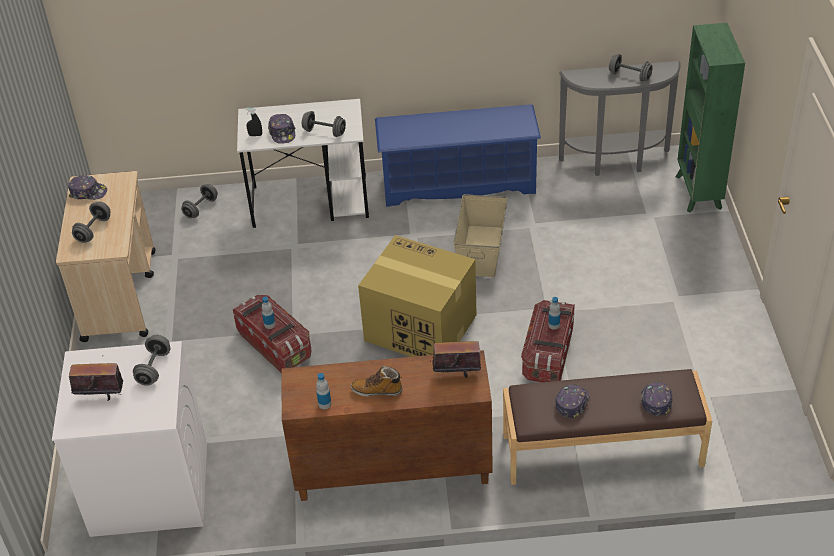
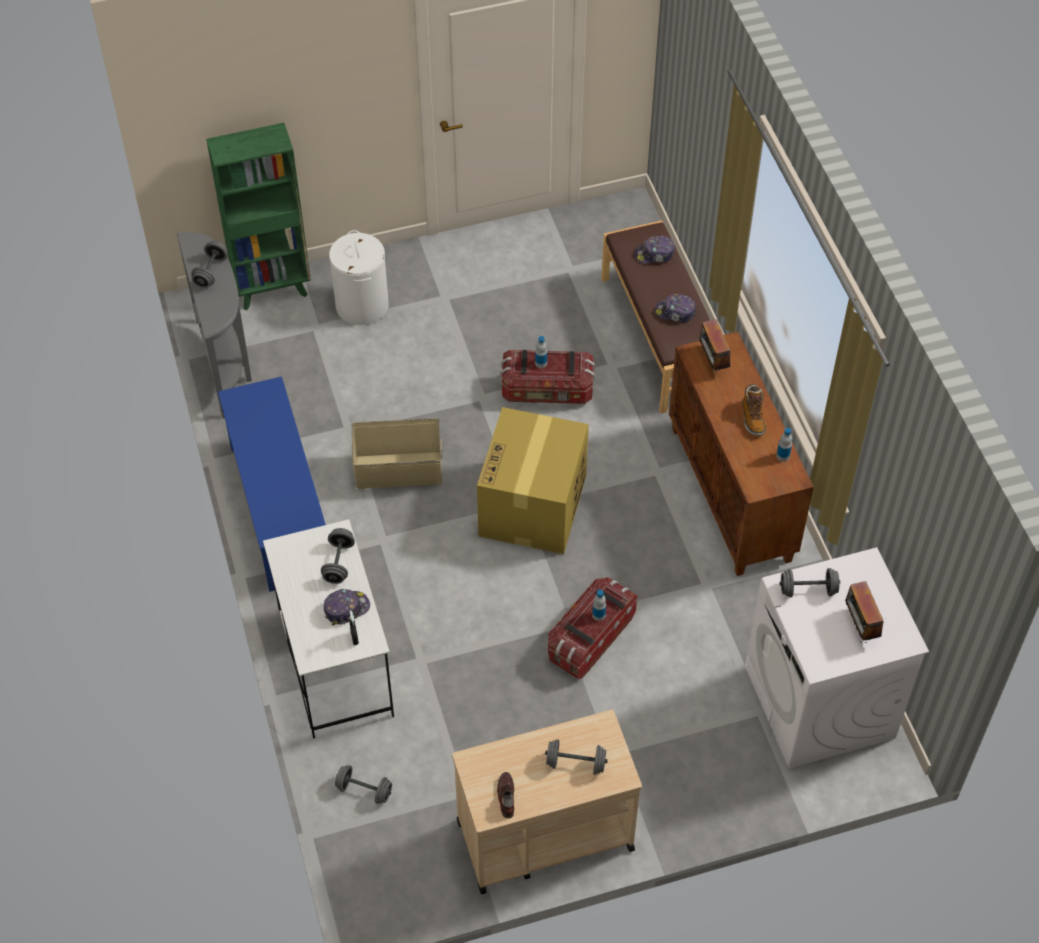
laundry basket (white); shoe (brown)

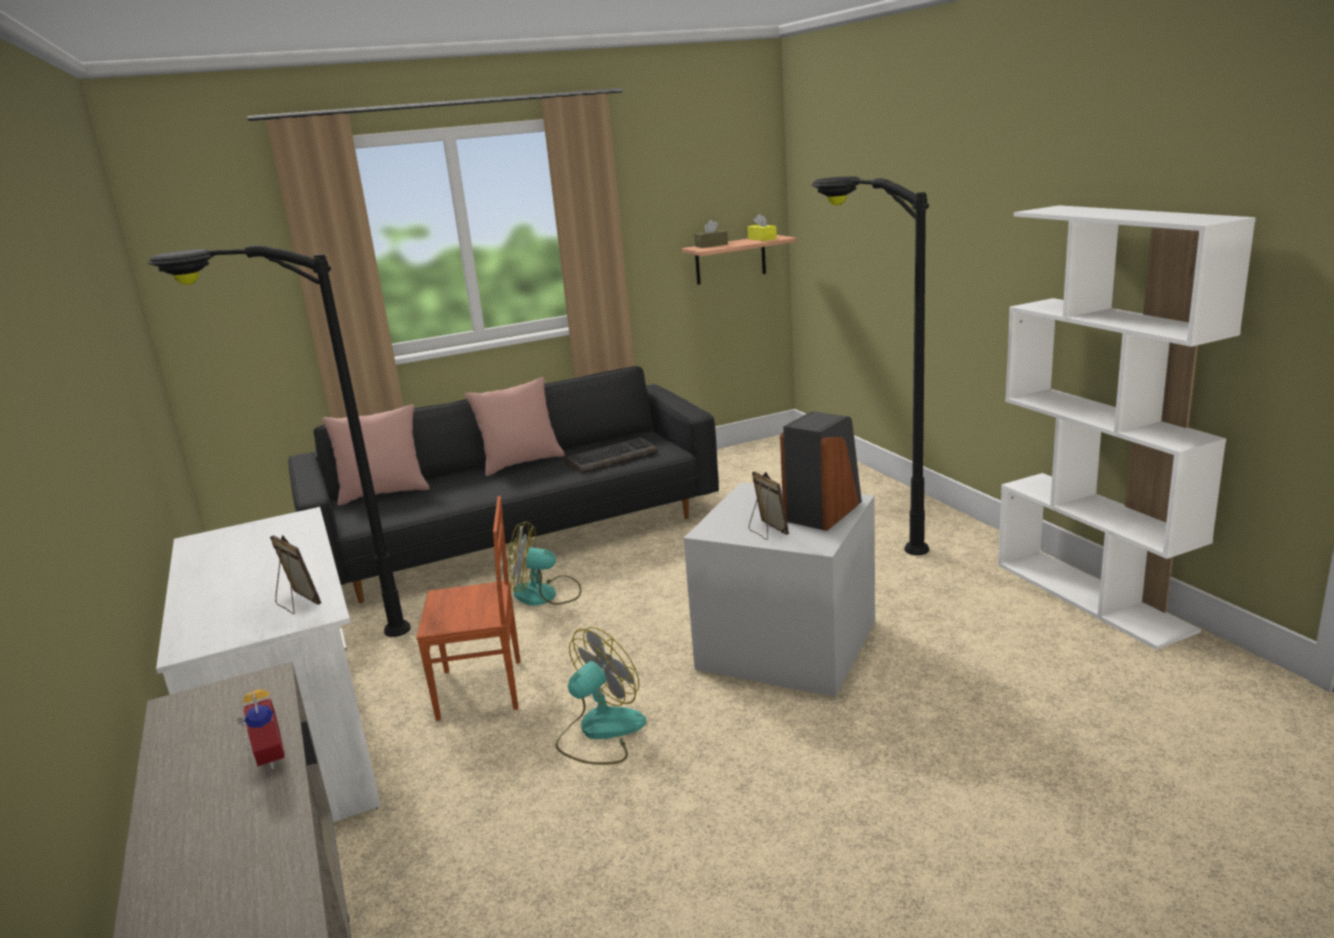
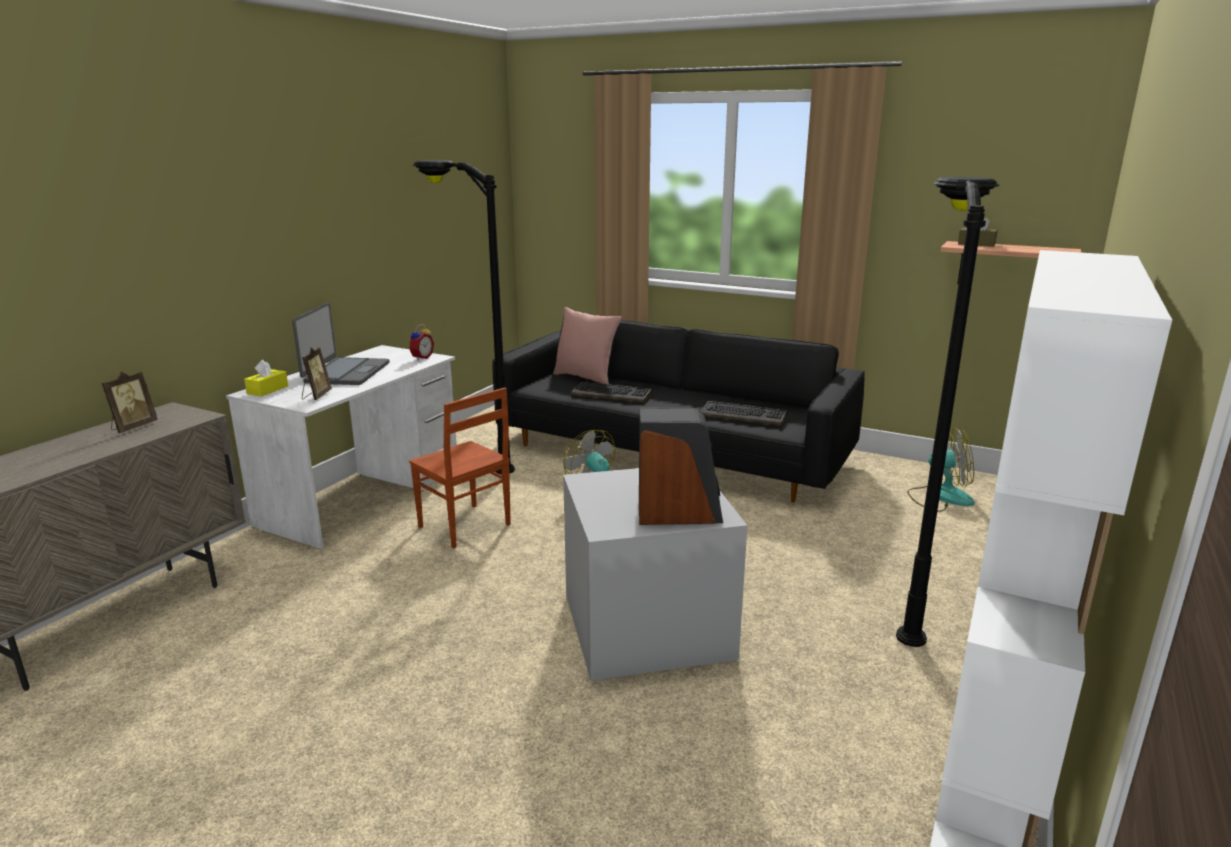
pillow (pink) (2nd from left in the first image); laptop; keyboard (1st from left); alarm clock; fan (2nd from left); tissue box (yellow); picture frame (1st from left)

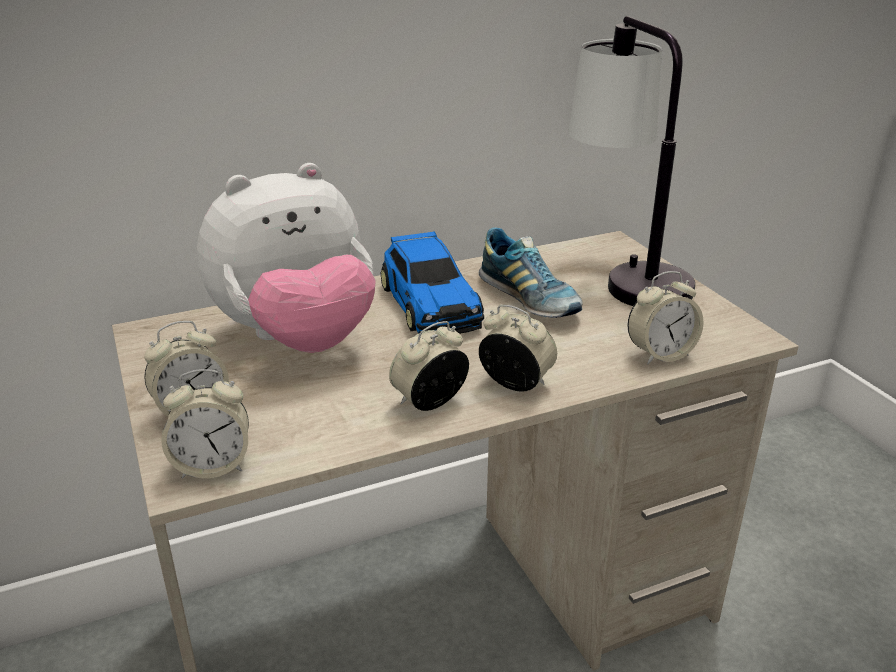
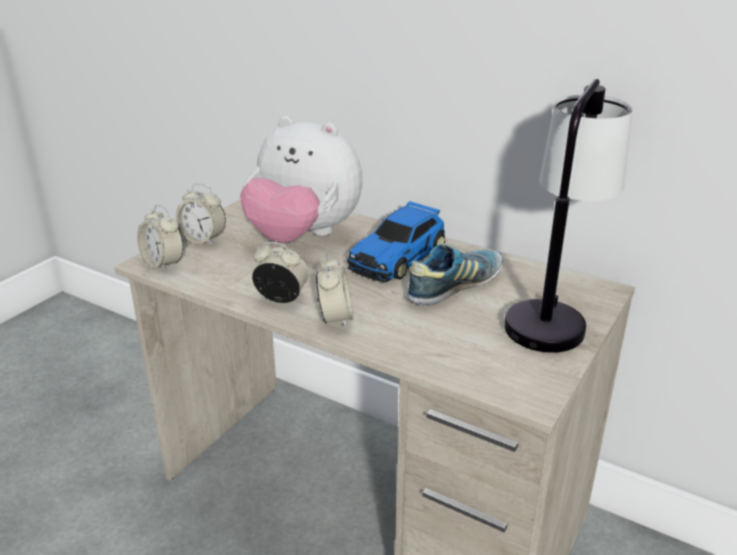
alarm clock (5th from left in the first image); shoe

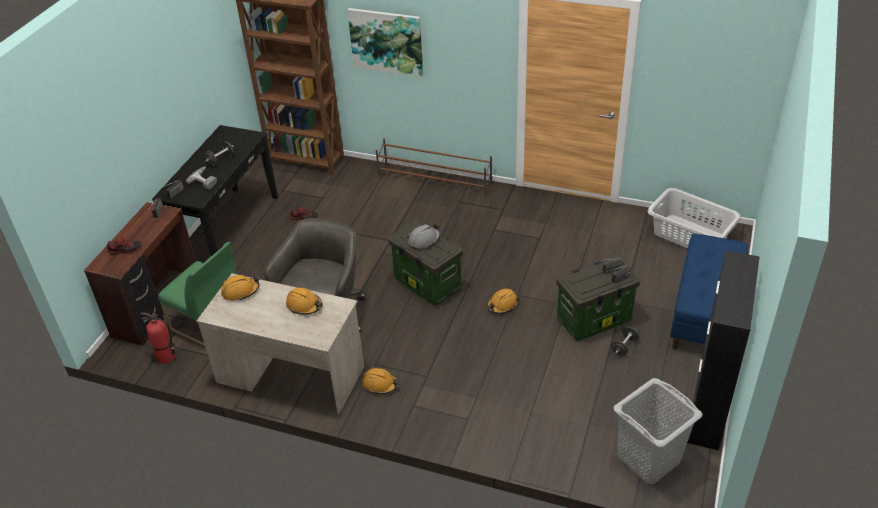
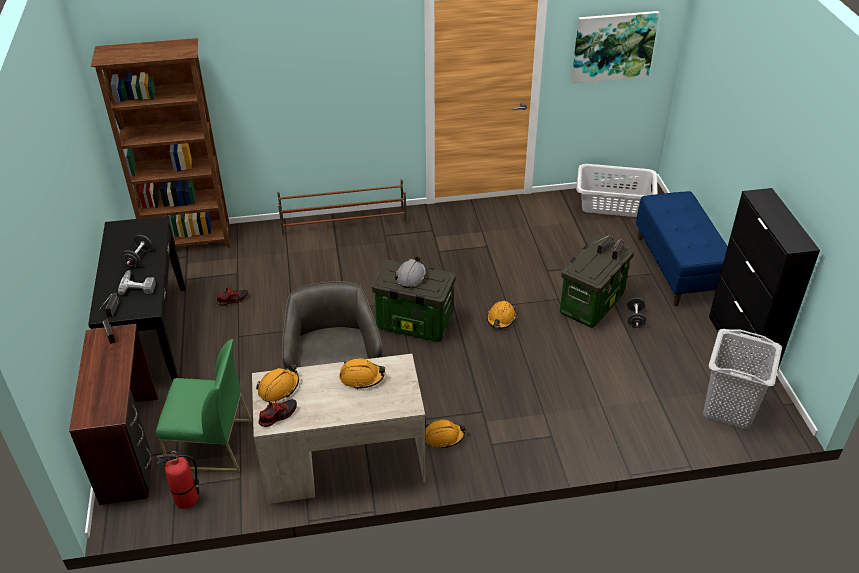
shoe (2nd from left); picture

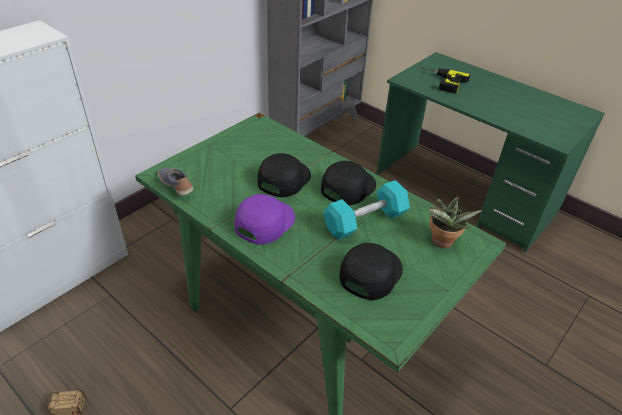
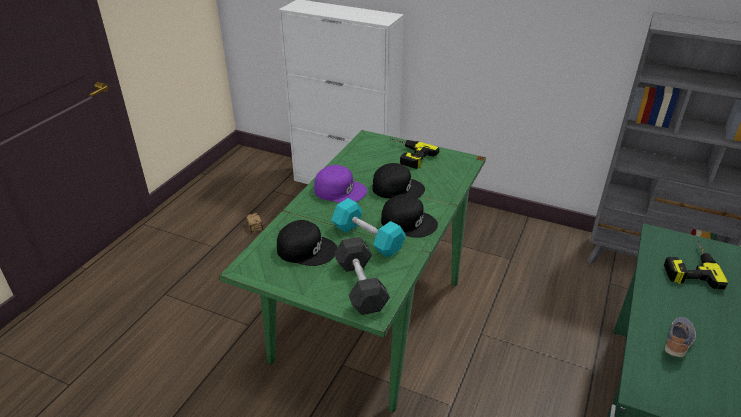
power drill (1st from left); shoe; dumbbell (grey)

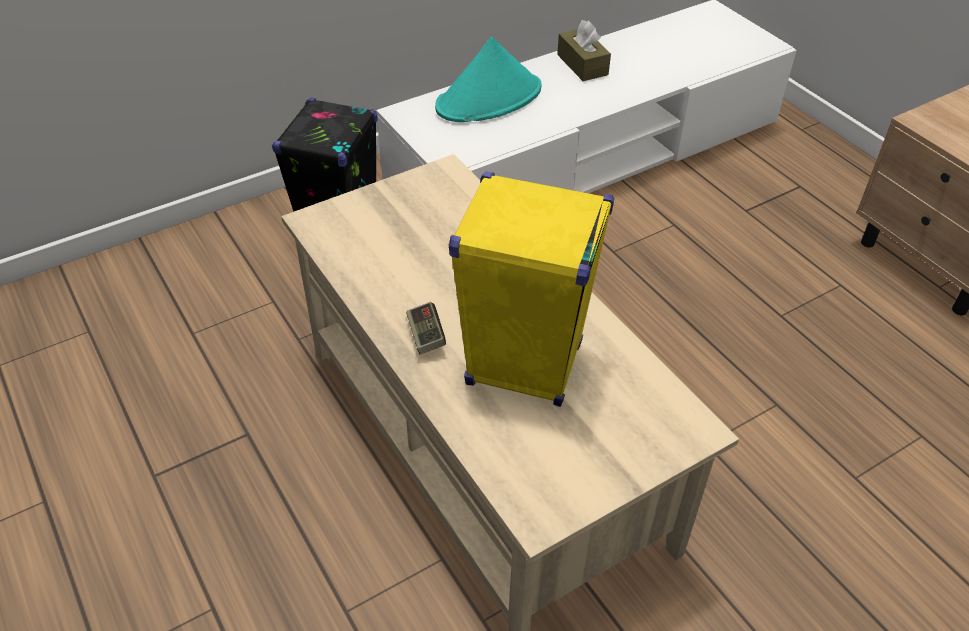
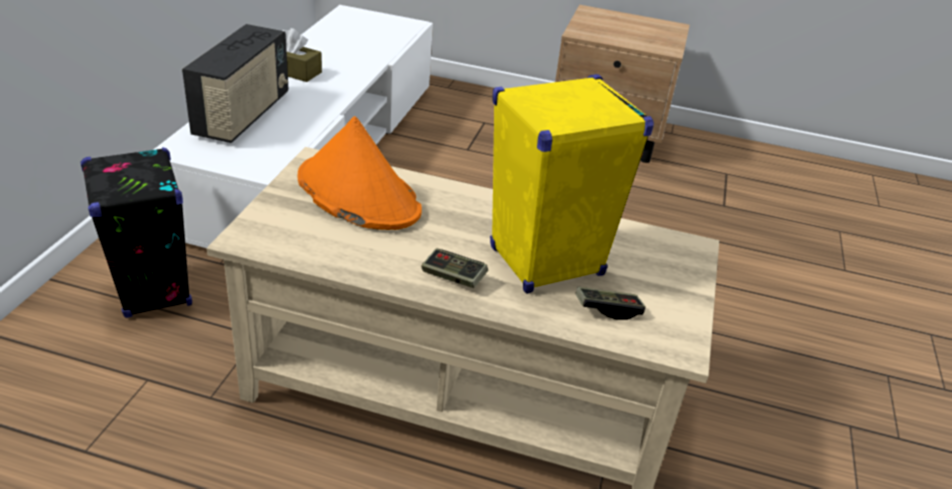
hat (orange); game controller (2nd from left); radio

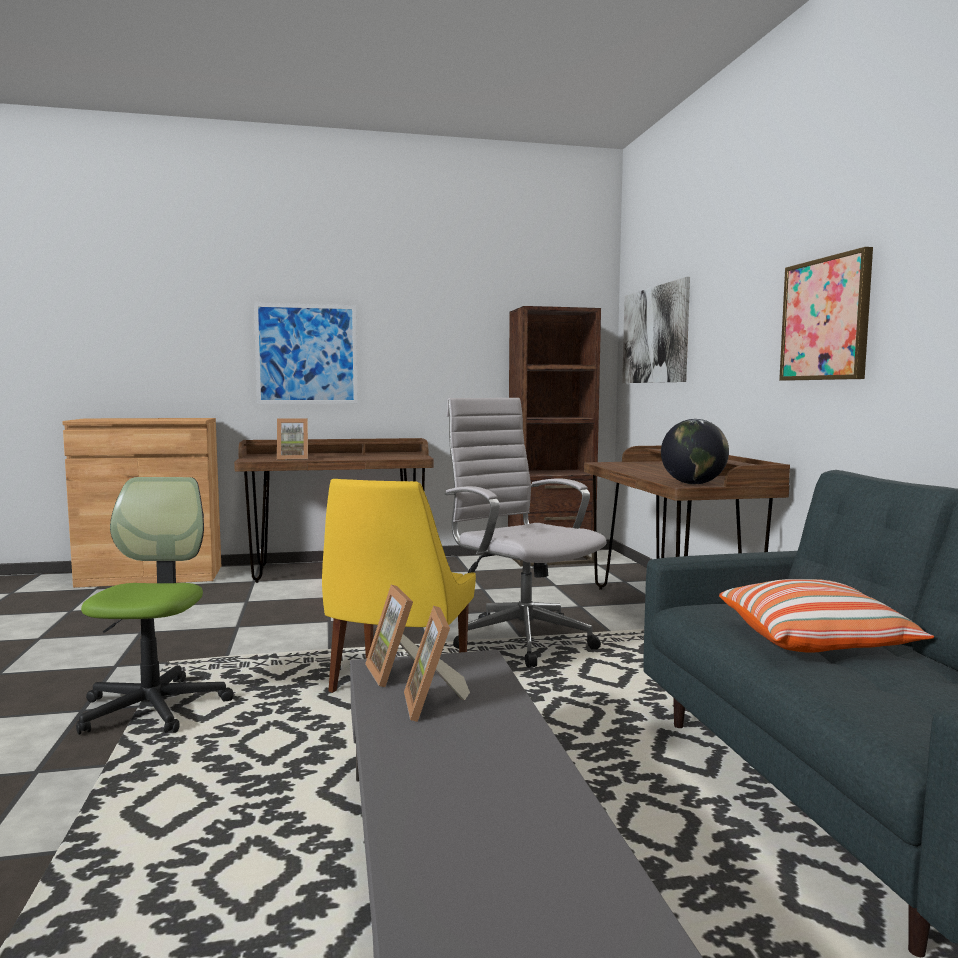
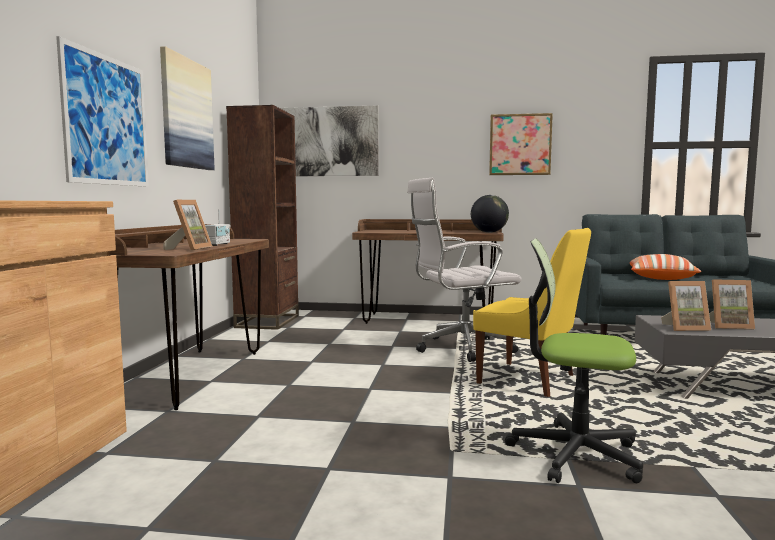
picture (2nd from left); radio

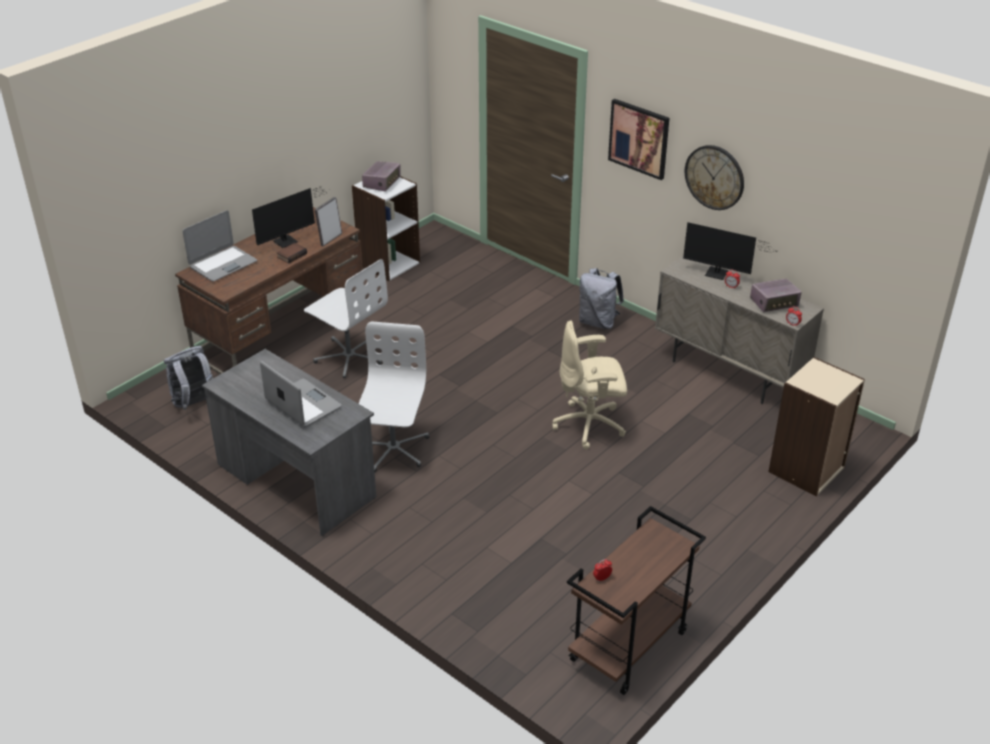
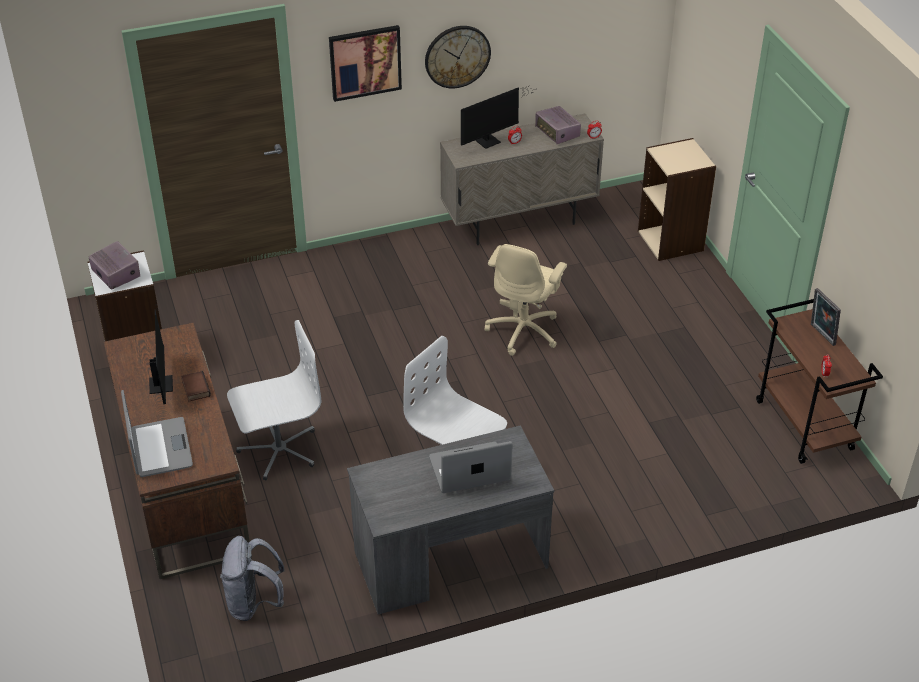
backpack (grey) (2nd from left in the first image); picture frame; radio (2nd from left)

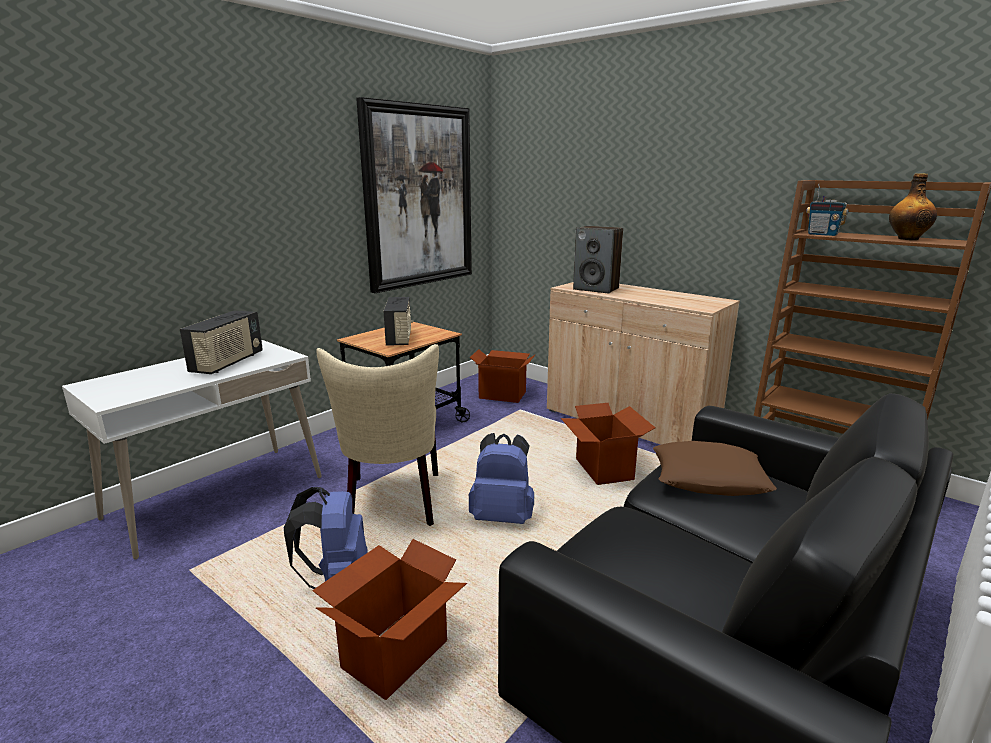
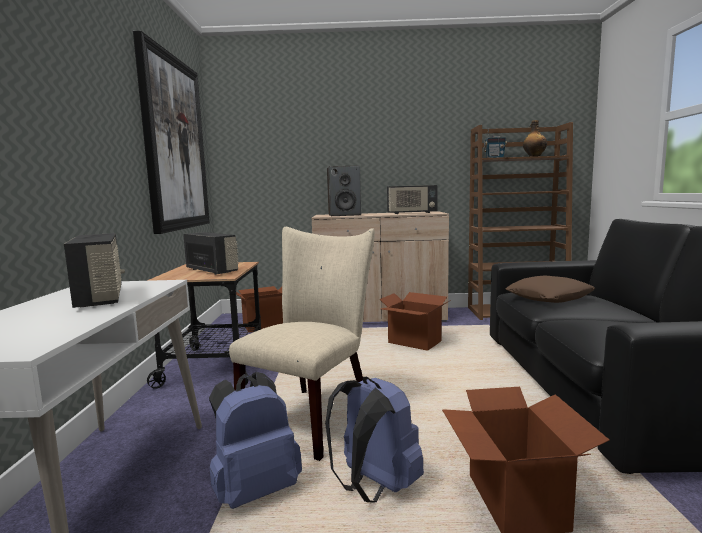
radio (3rd from left); backpack (blue) (1st from left); chair (beige)

